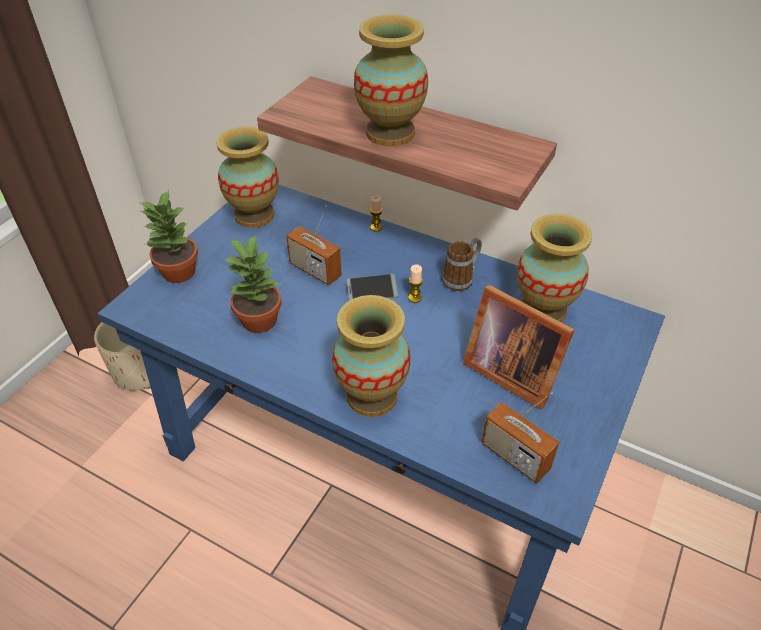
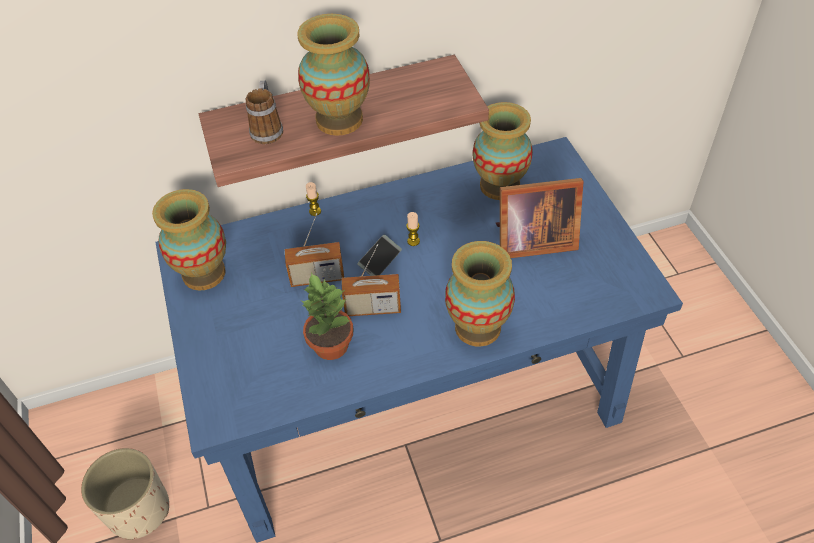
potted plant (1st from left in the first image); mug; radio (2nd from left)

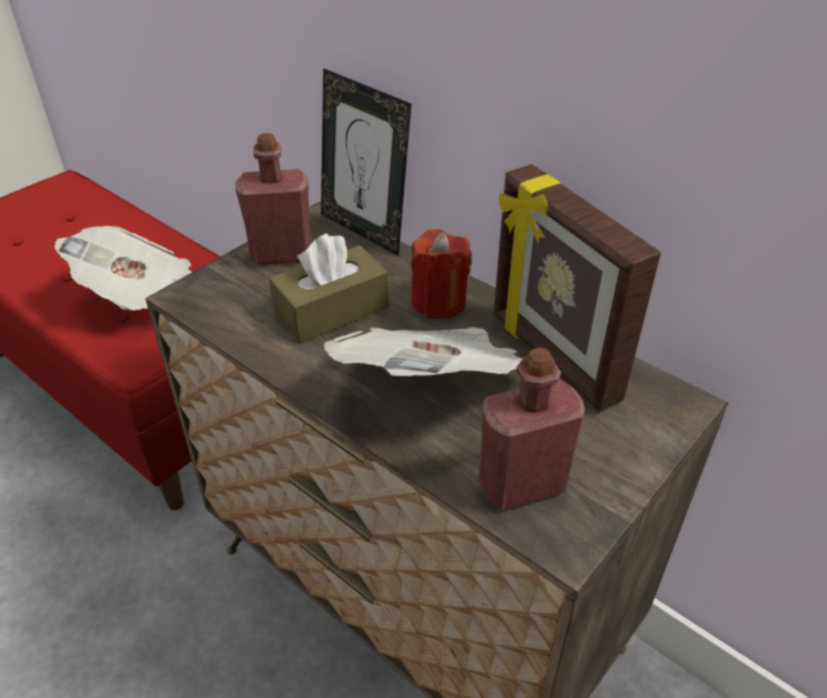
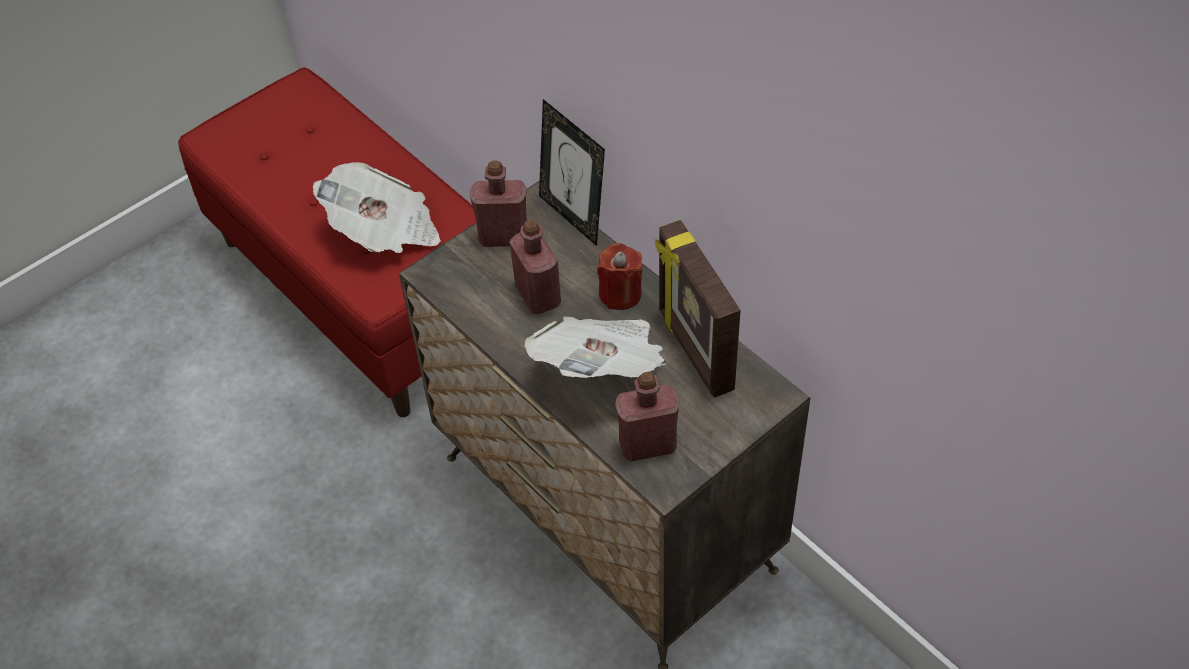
bottle (red) (2nd from left)

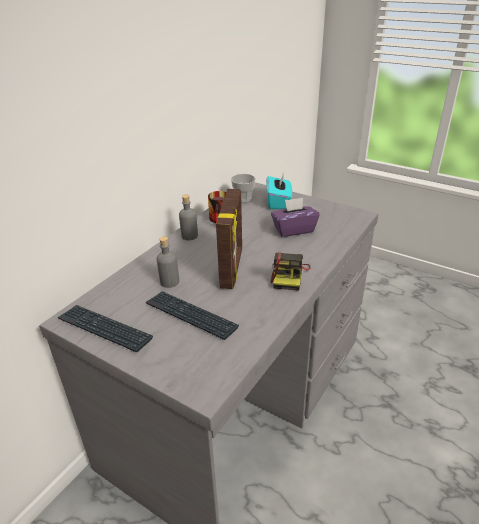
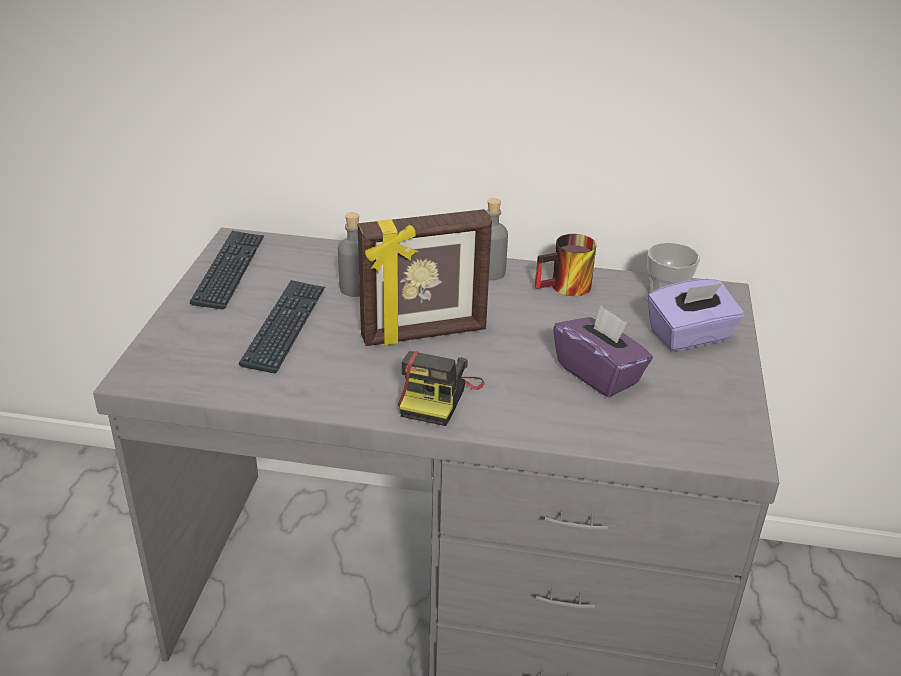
tissue box (purple) (2nd from left); photo camera

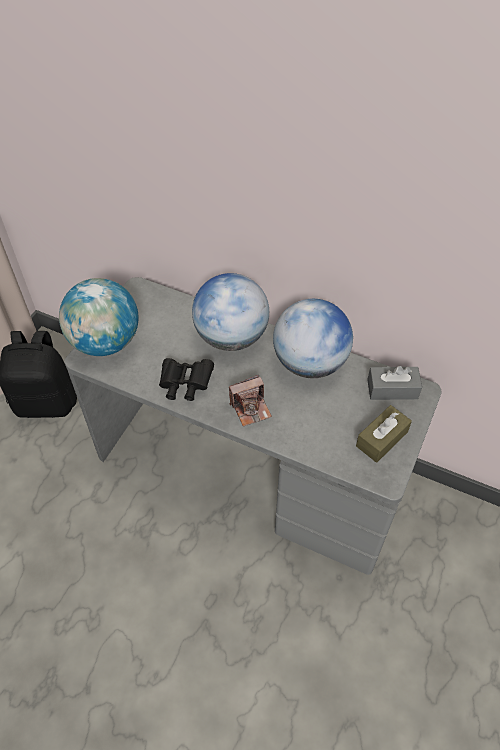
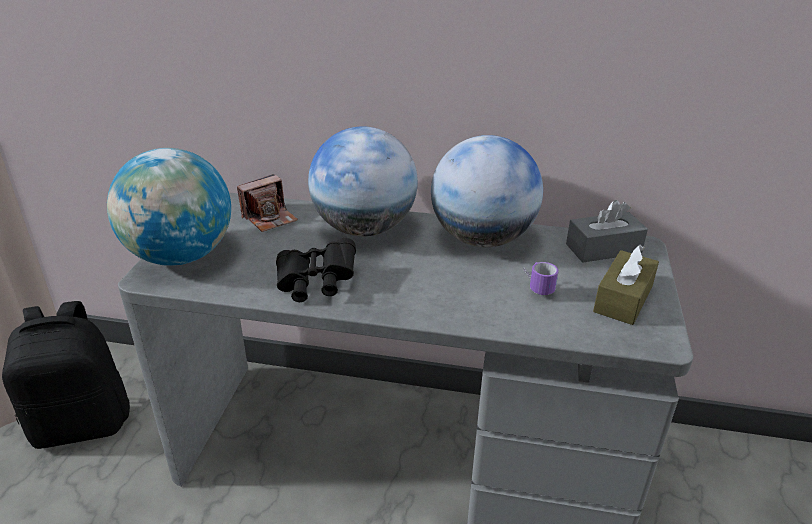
mug; photo camera

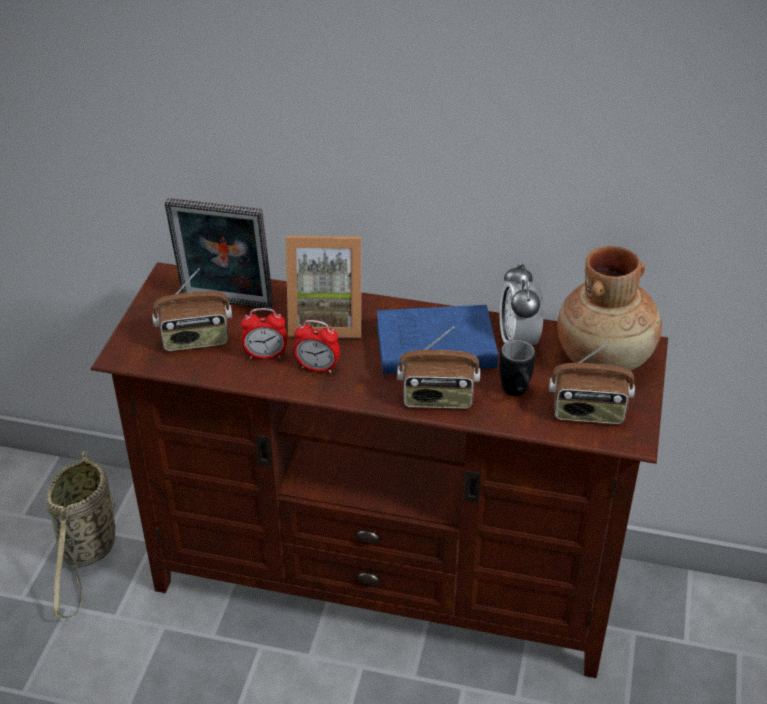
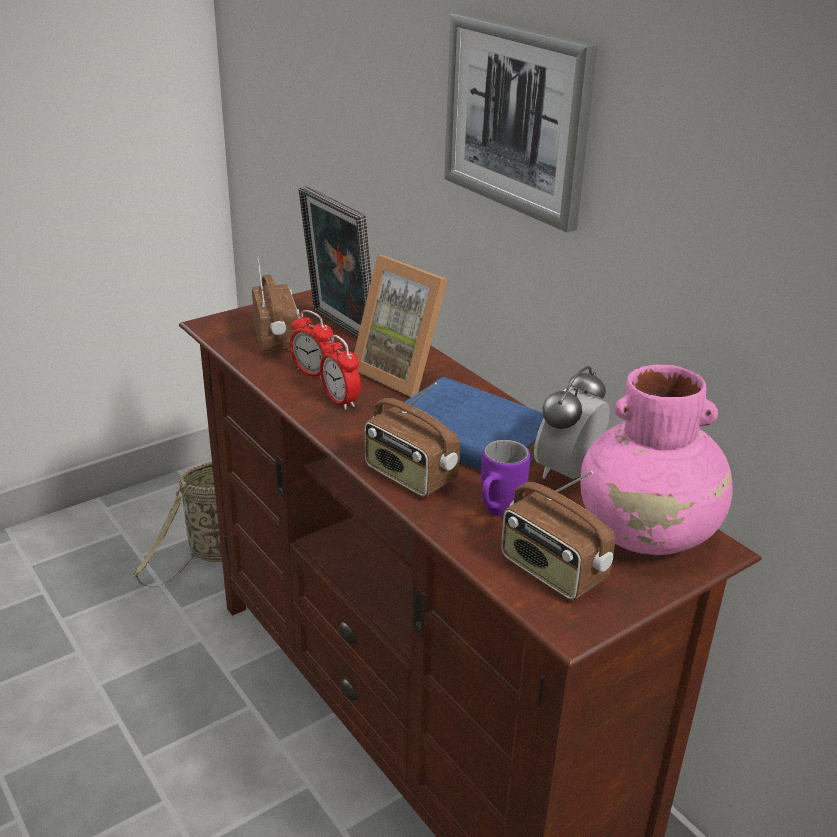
picture; mug (purple); vase (pink); radio (1st from left)

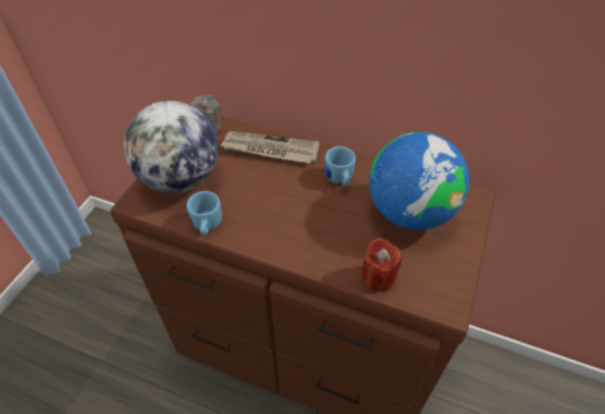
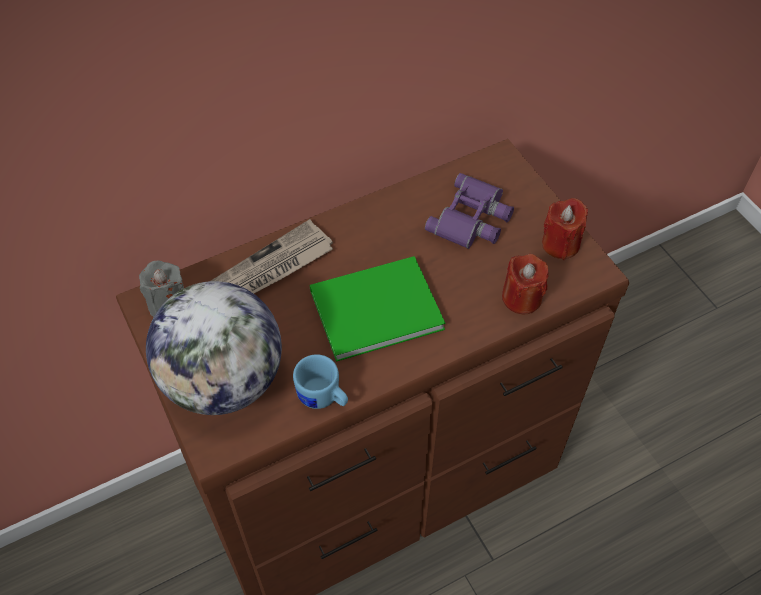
mug (blue) (2nd from left in the first image); book (green); candle (red) (2nd from left); binoculars (purple)

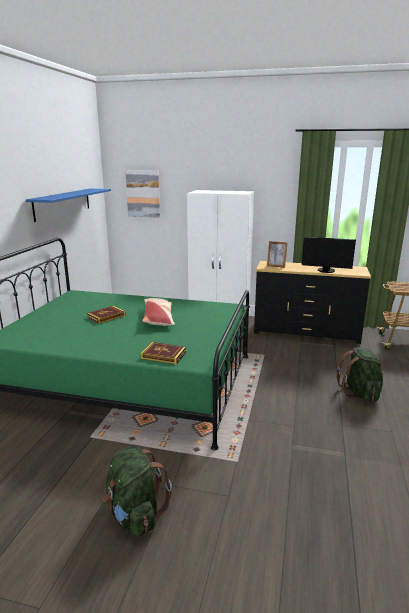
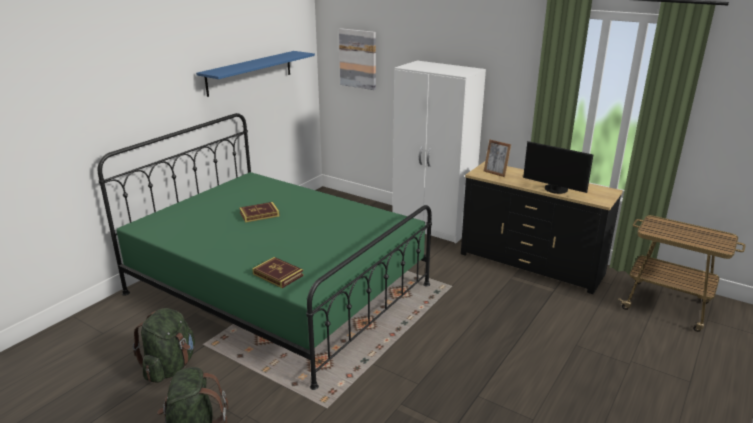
pillow; backpack (green) (1st from left)

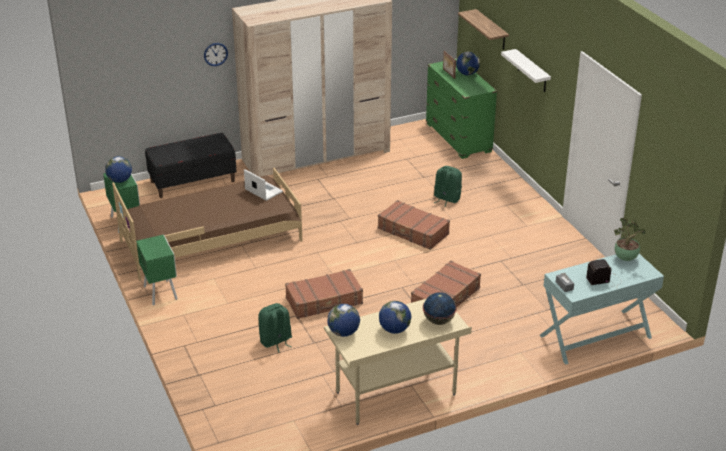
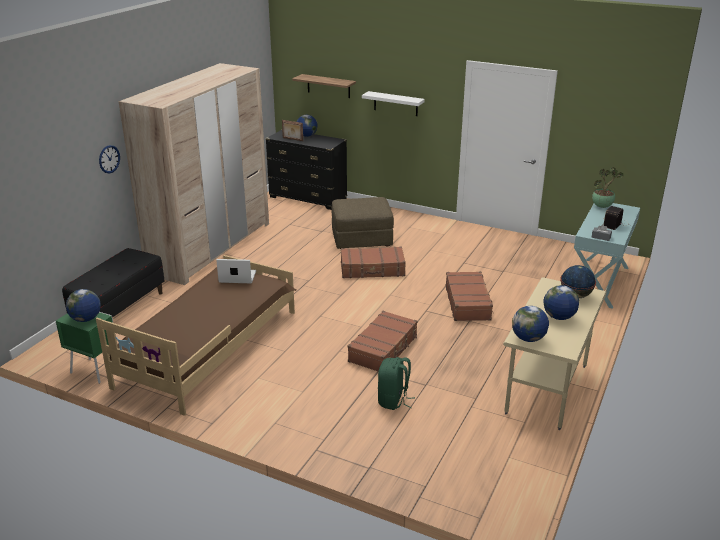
nightstand (green) (2nd from left in the first image); ottoman (brown); dresser (black)

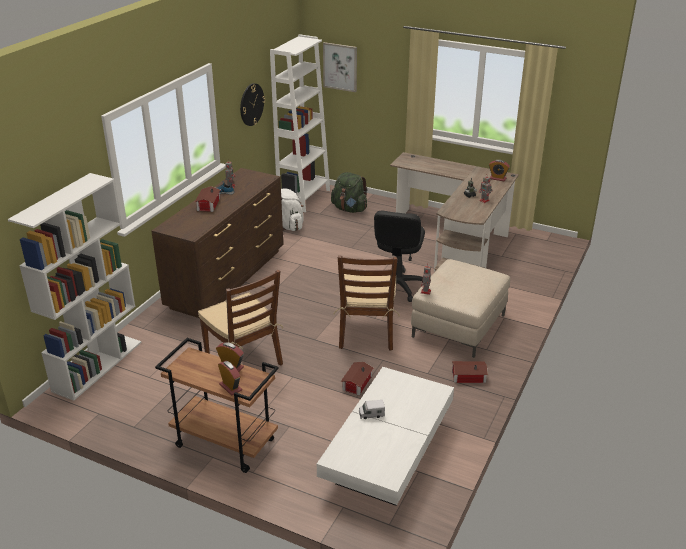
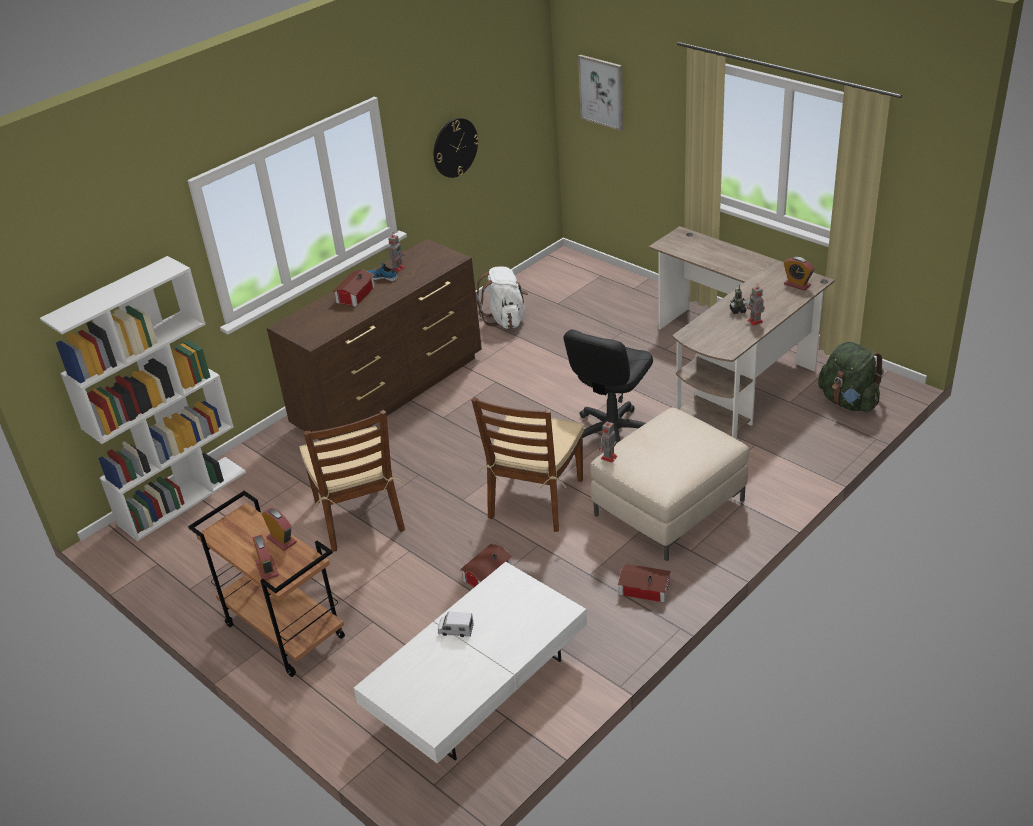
bookcase (white) (2nd from left in the first image); backpack (green)

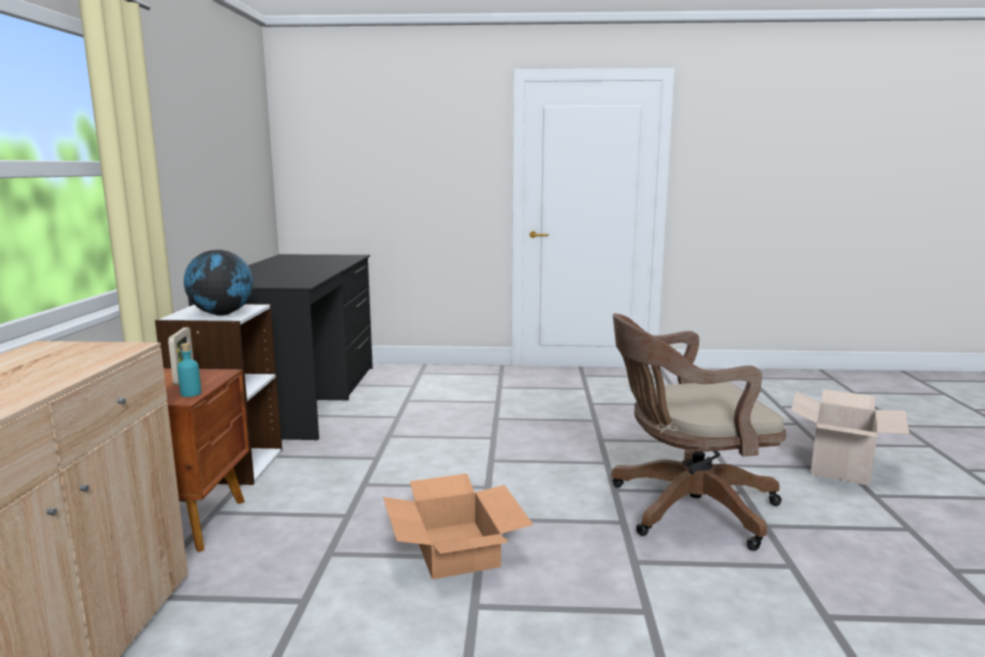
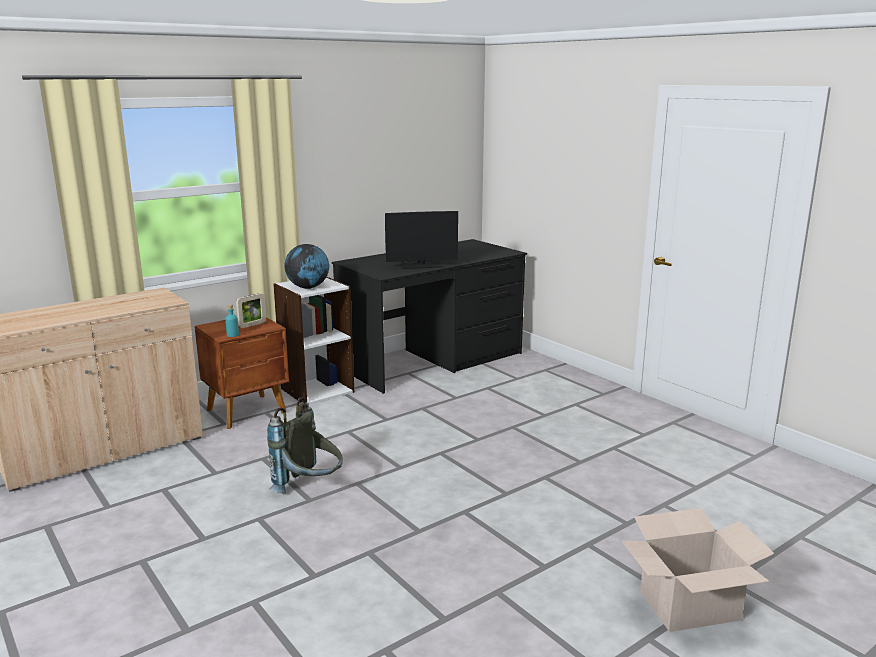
office chair (brown); monitor; backpack (grey)

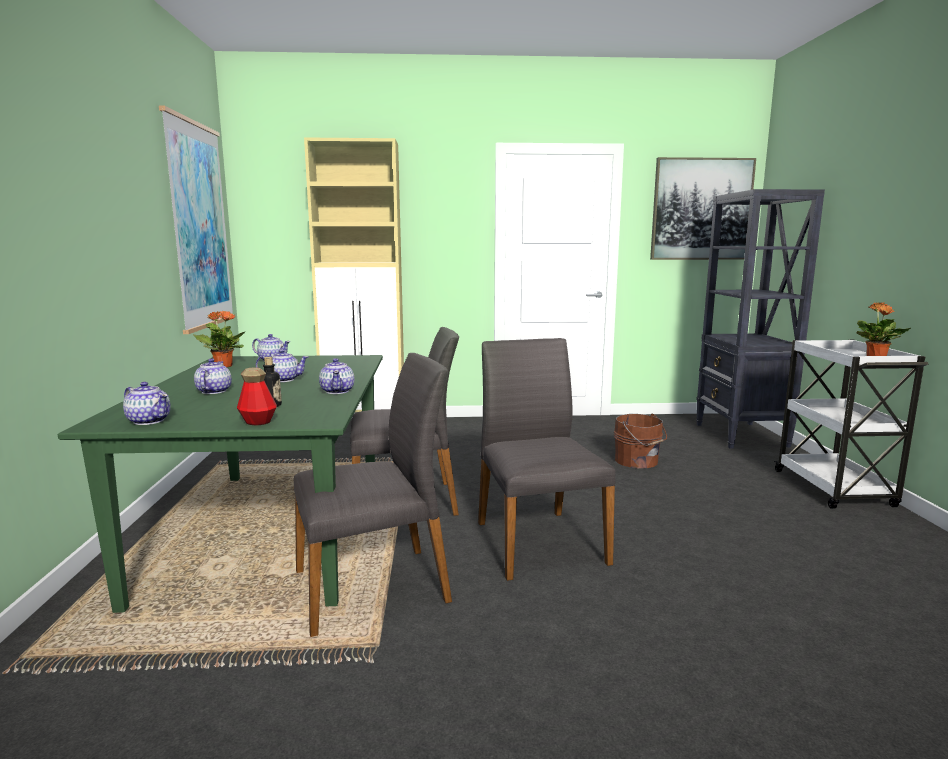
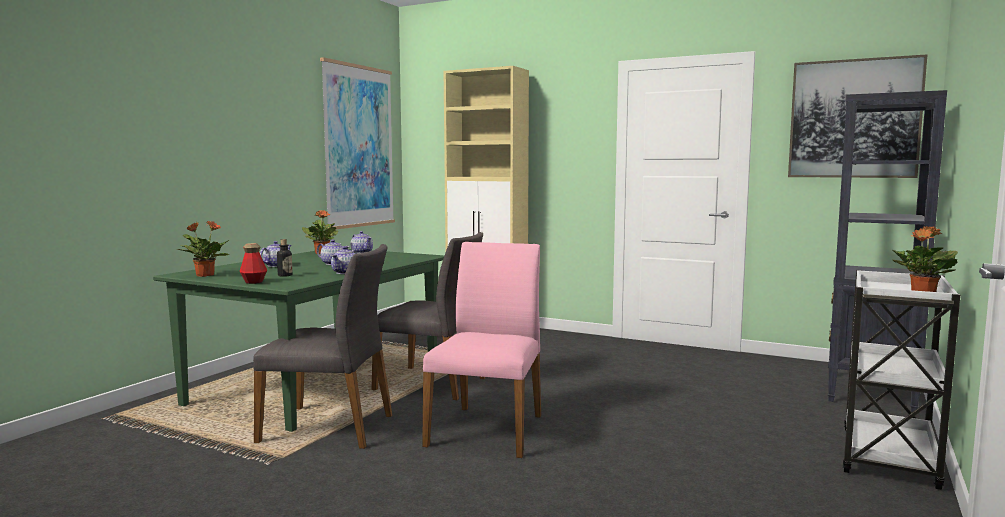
bucket (brown); potted plant (1st from left); chair (pink)

